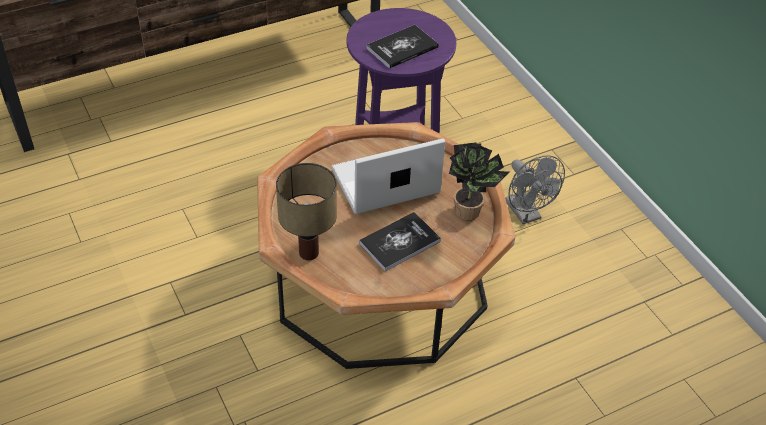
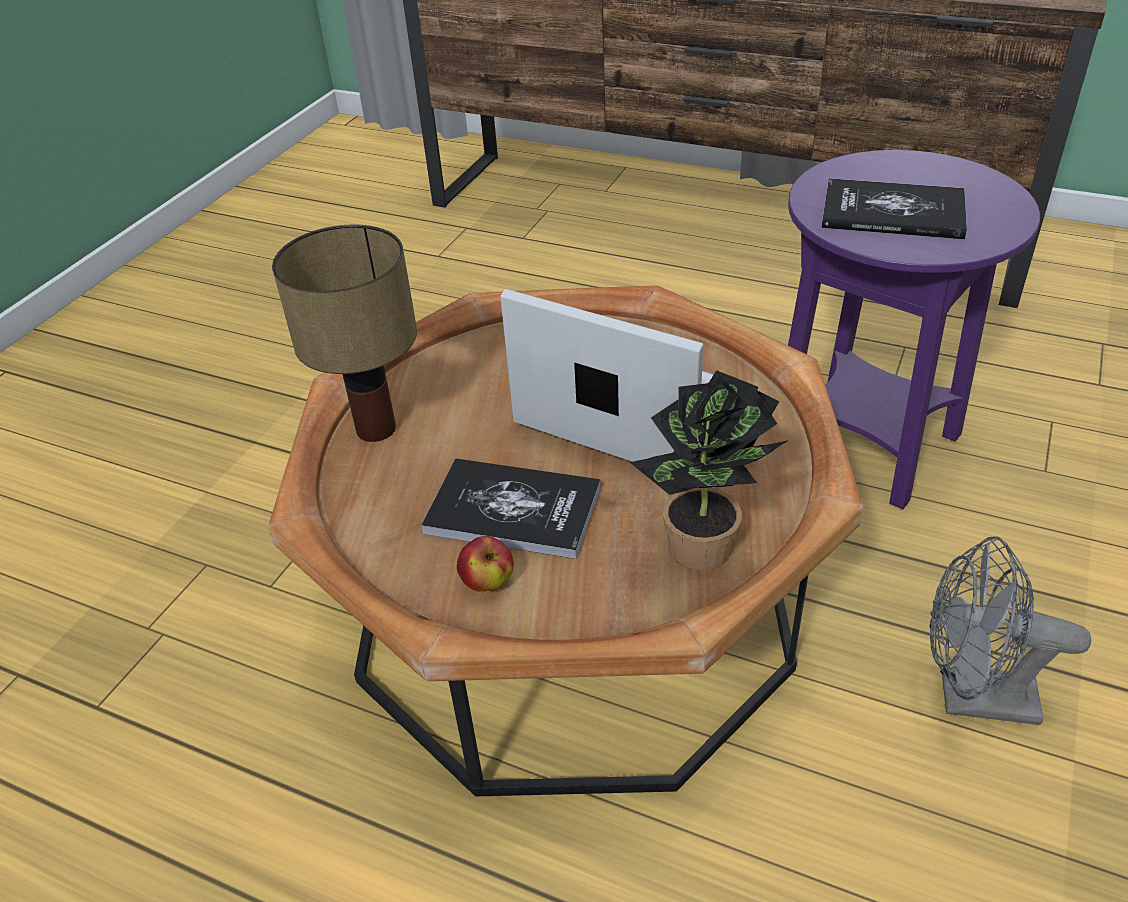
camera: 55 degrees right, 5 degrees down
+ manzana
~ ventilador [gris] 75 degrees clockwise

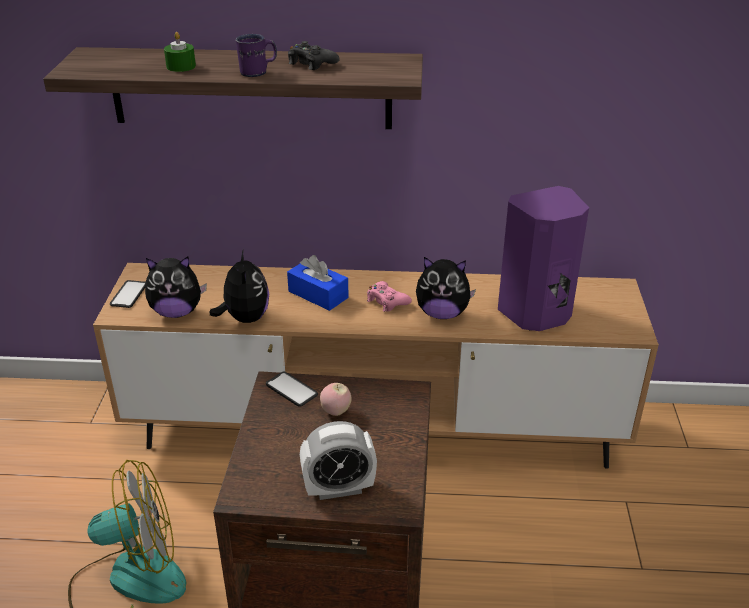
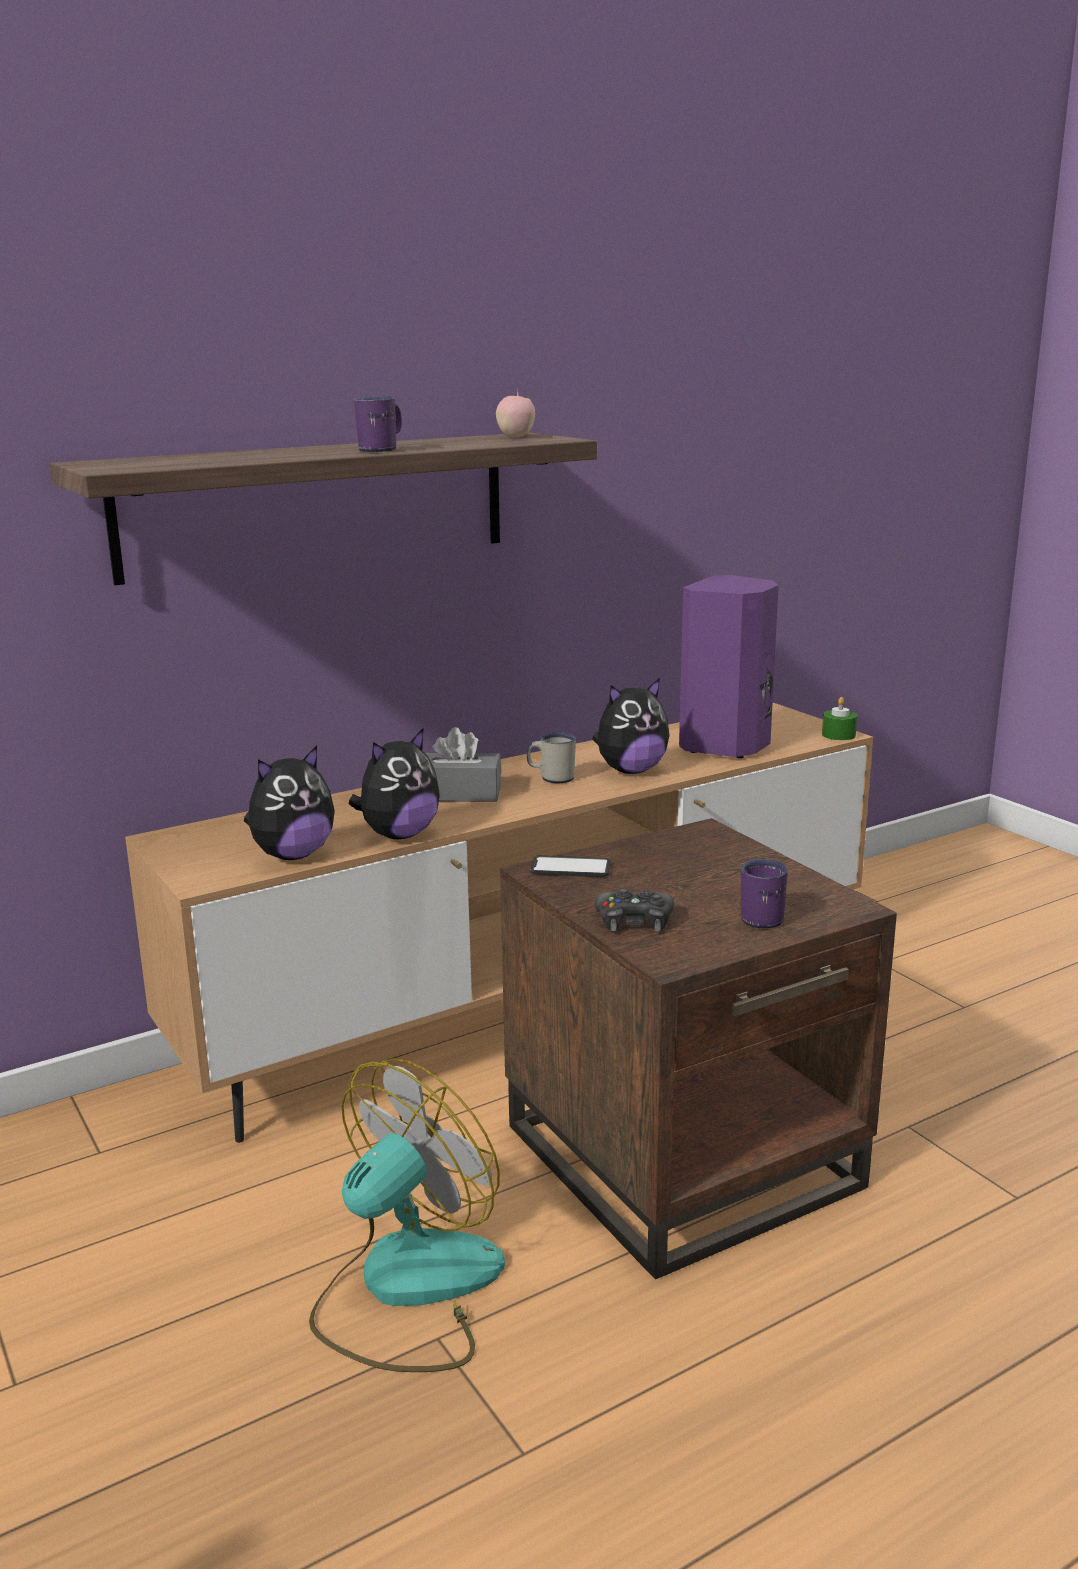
camera: 35 degrees left, 15 degrees down
- móvil (no. 1 from left)
~ vela [verde]
~ mando de consola [negro]
~ manzana
~ despertador to taza grande [morado] (no. 2 from left)
~ mando de consola [rosa] to taza grande [blanco]
~ caja de pañuelos [azul] to caja de pañuelos [gris]
~ peluche (no. 2 from left) 90 degrees clockwise

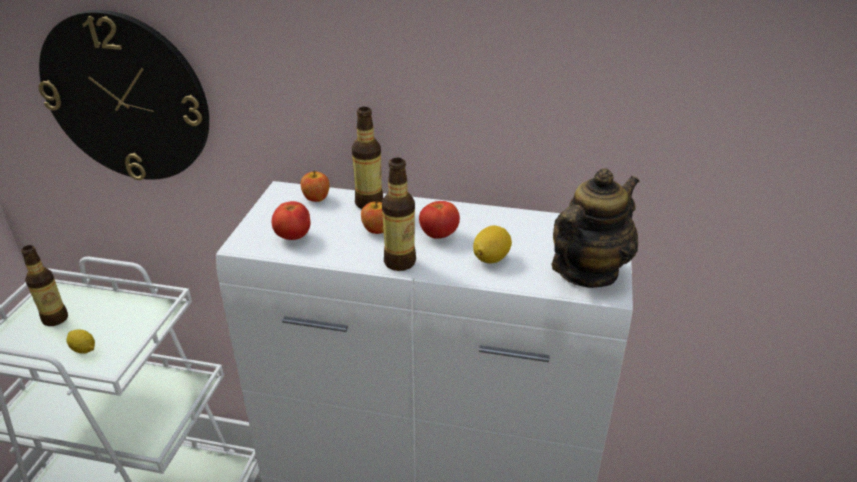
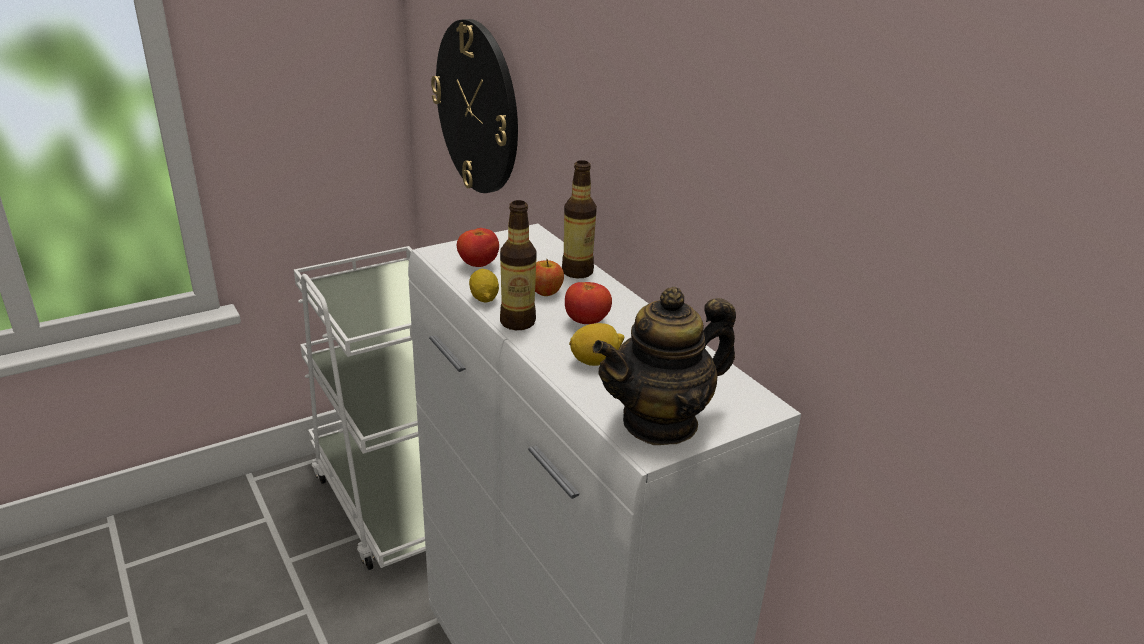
camera: 45 degrees right, 5 degrees down
- botella (no. 1 from left)
- manzana (no. 1 from left)
~ limón (no. 1 from left)
~ tetera 150 degrees clockwise

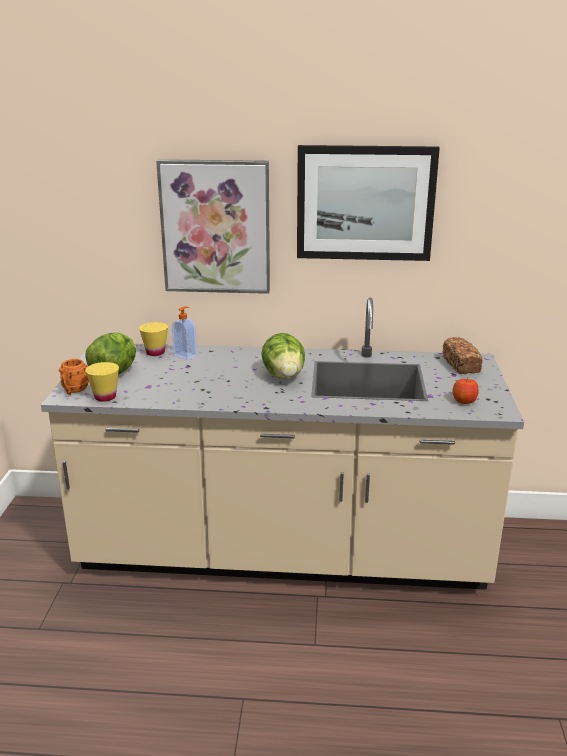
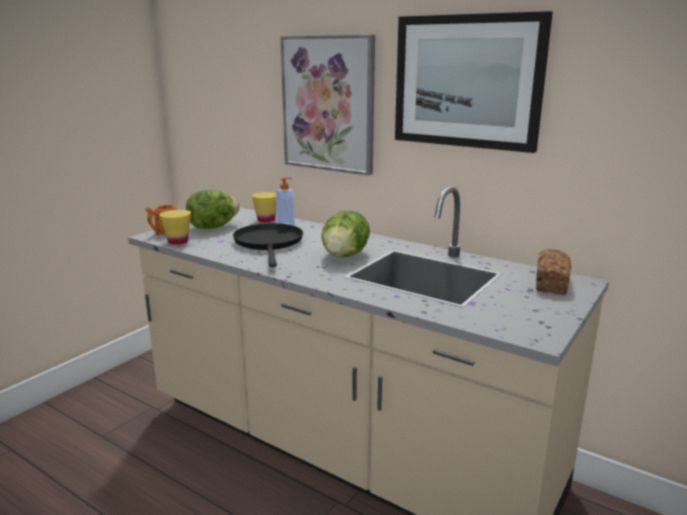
camera: 30 degrees right, 5 degrees down
- manzana
+ sartén [negro]

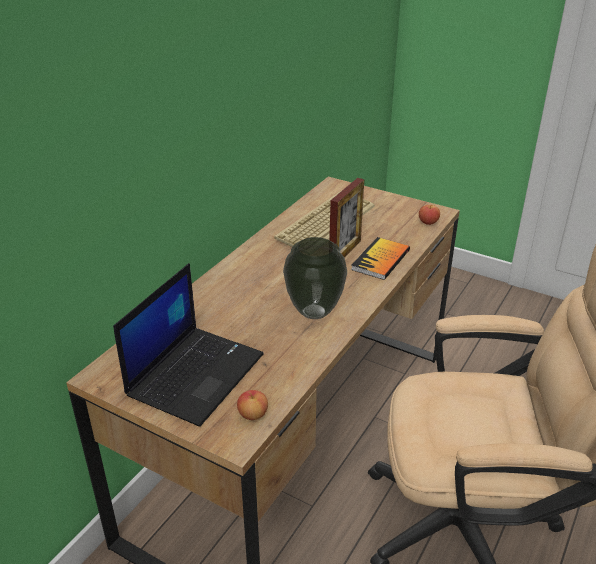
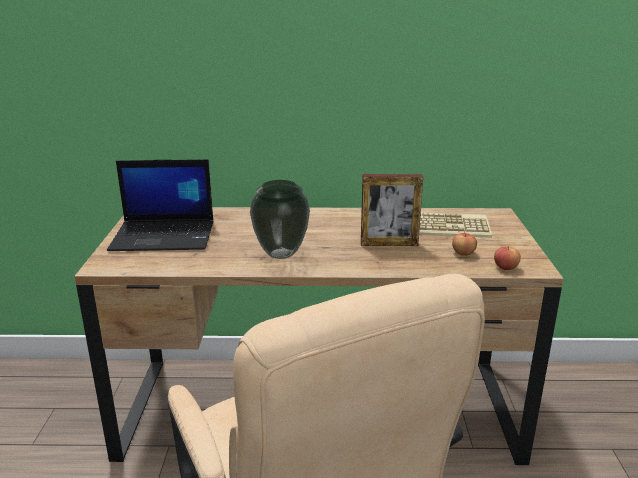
camera: 60 degrees right, 10 degrees down
- libro
~ manzana (no. 1 from left)

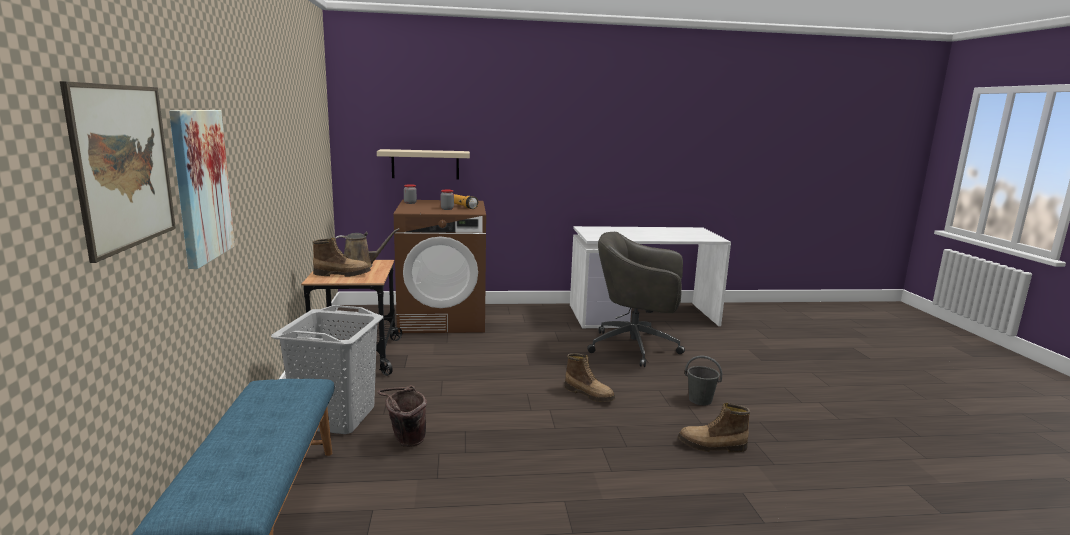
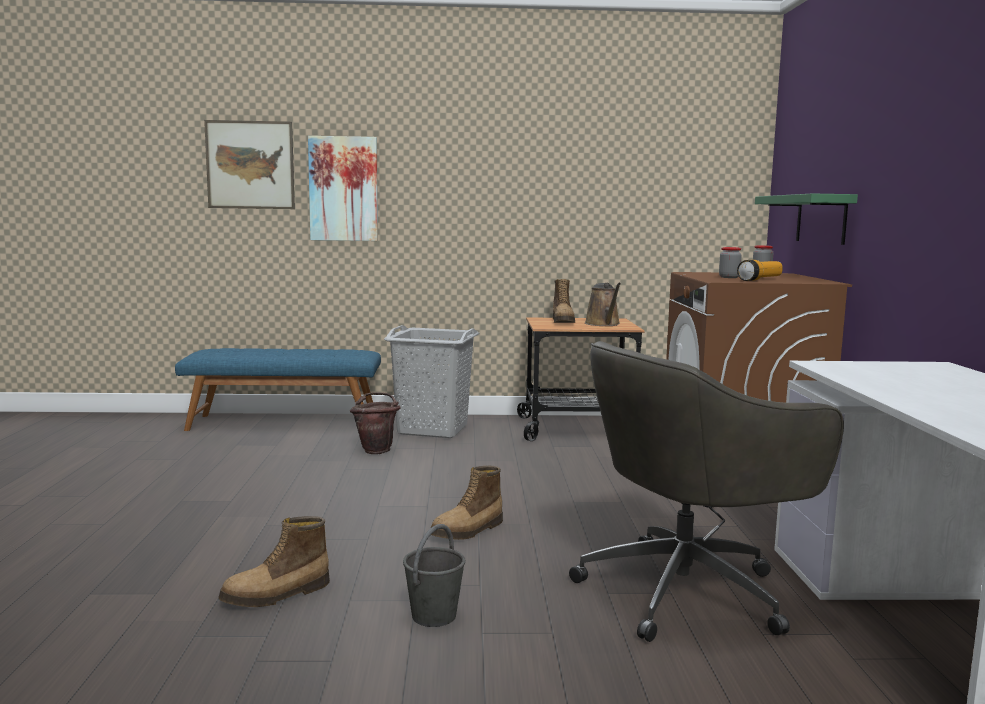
camera: 95 degrees right, 5 degrees down
~ estante [beis] to estante [verde]
~ silla de oficina [gris] 135 degrees counterclockwise
~ bota (no. 3 from left in the first image) 135 degrees counterclockwise

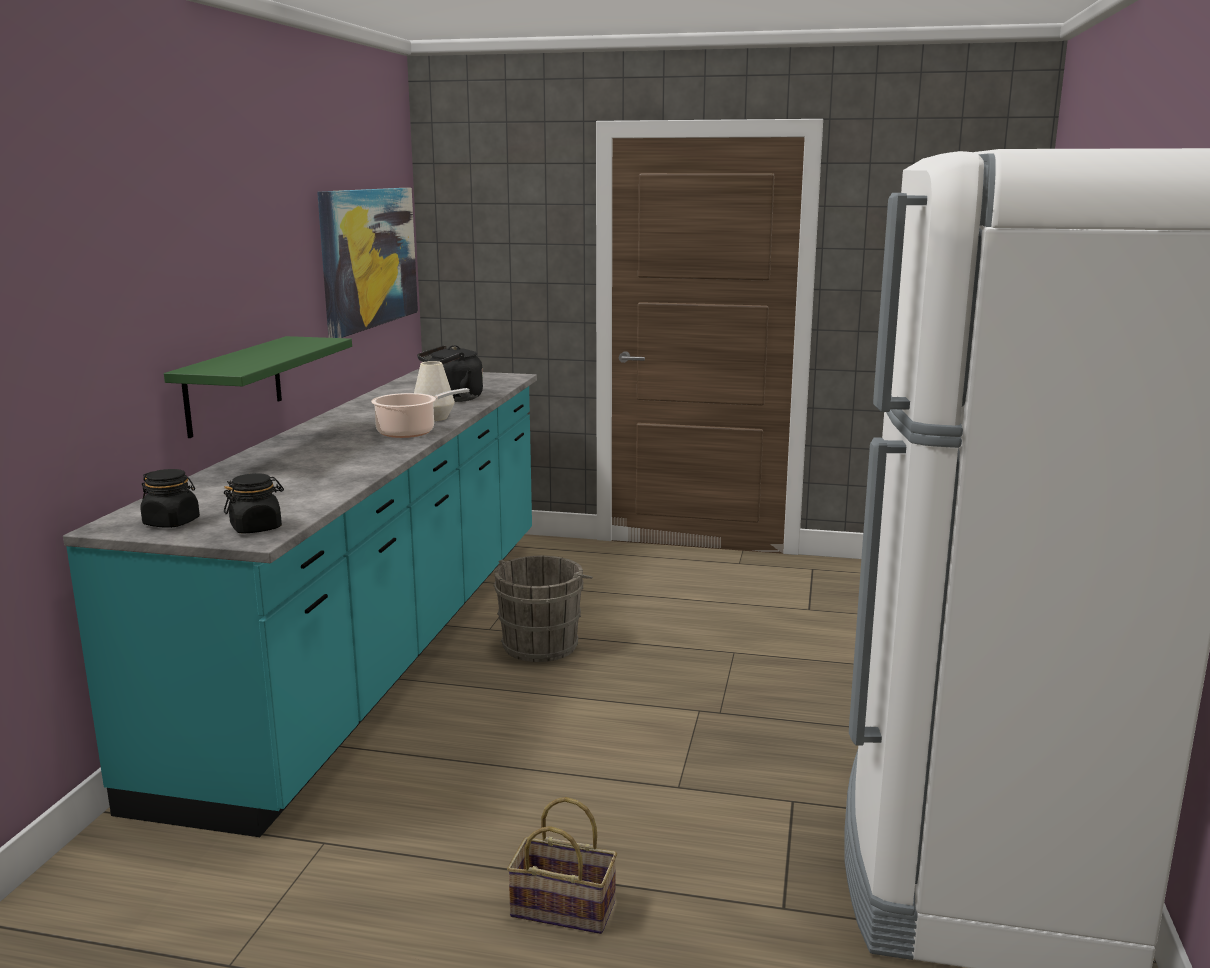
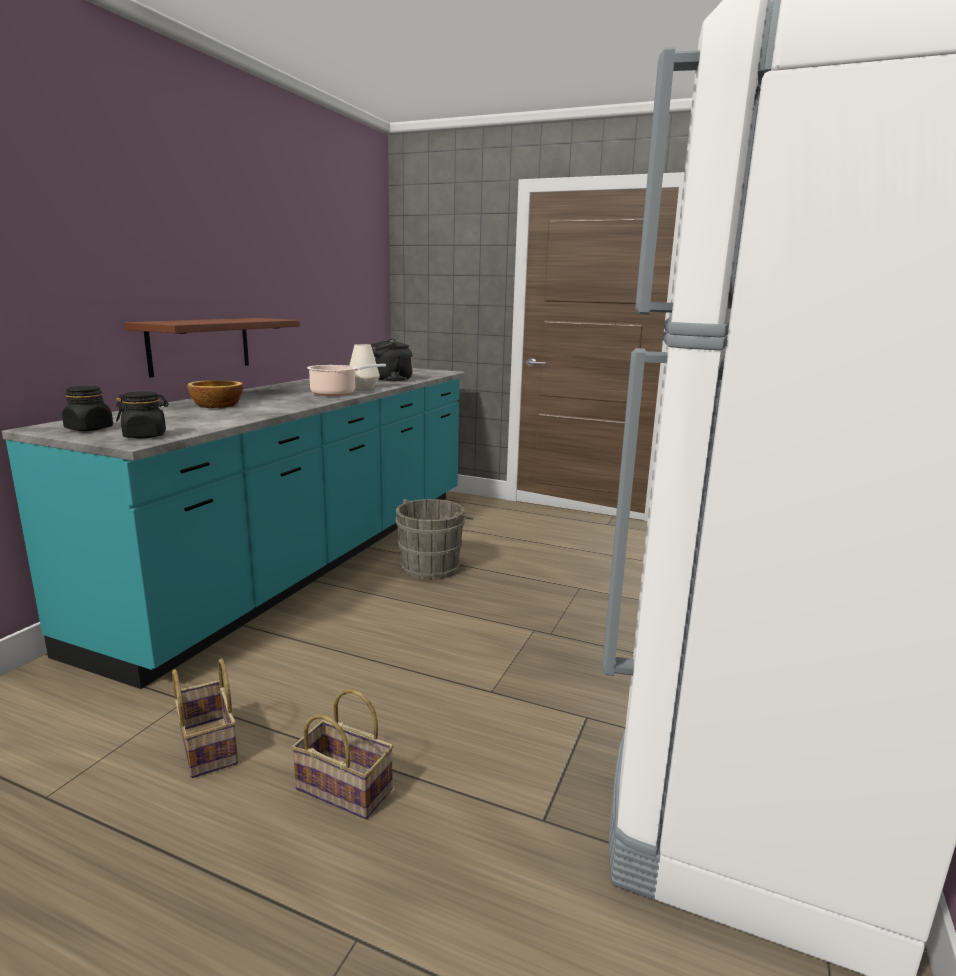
camera: 10 degrees right, 0 degrees up
- cuadro
+ cesta (no. 1 from left)
+ cuenco
~ estante [verde] to estante [marrón]

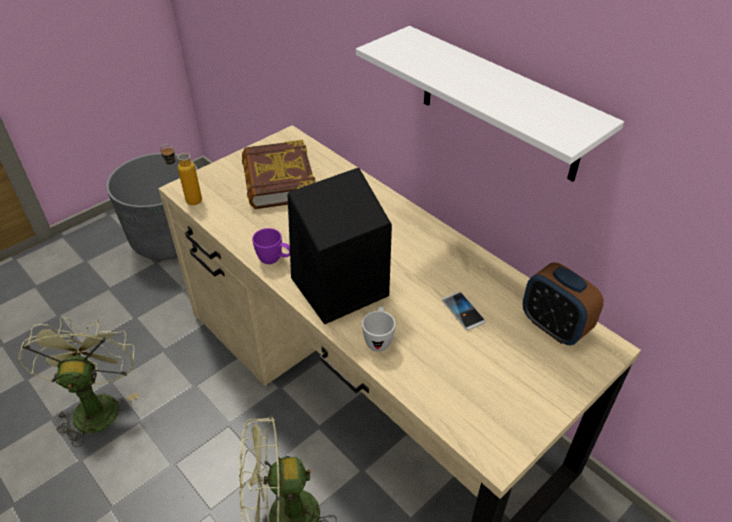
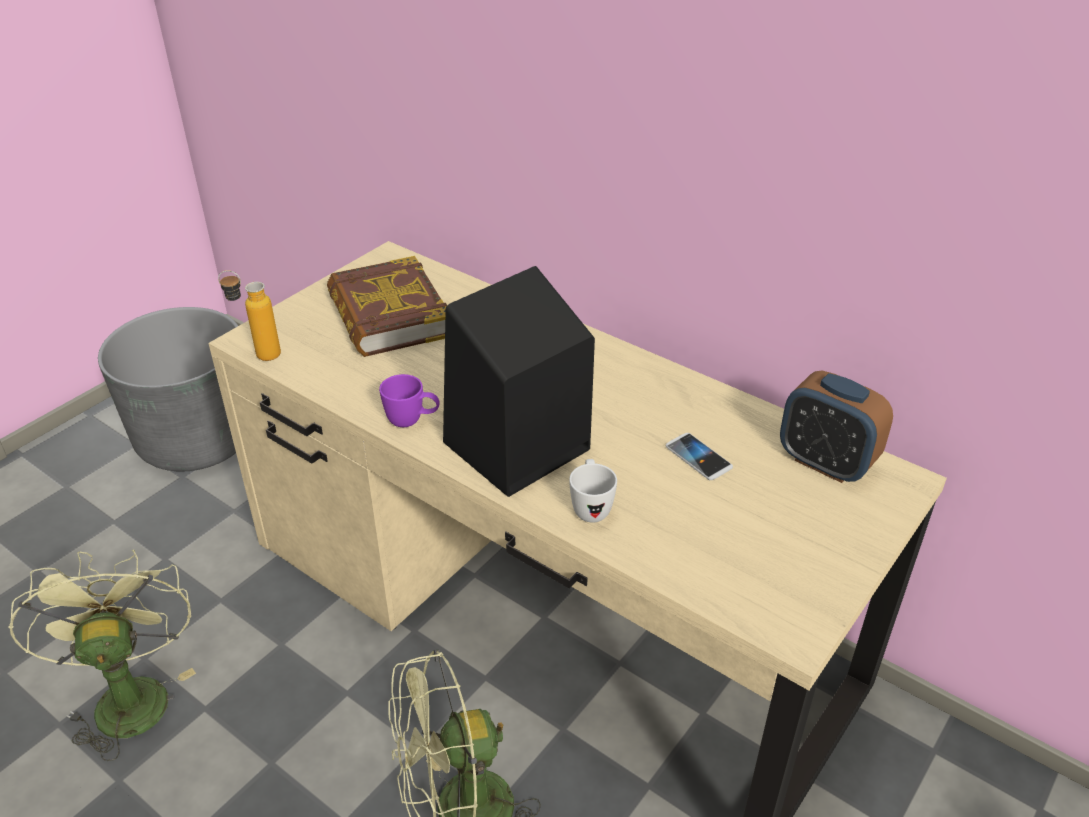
camera: 10 degrees left, 5 degrees down
- estante [blanco]

